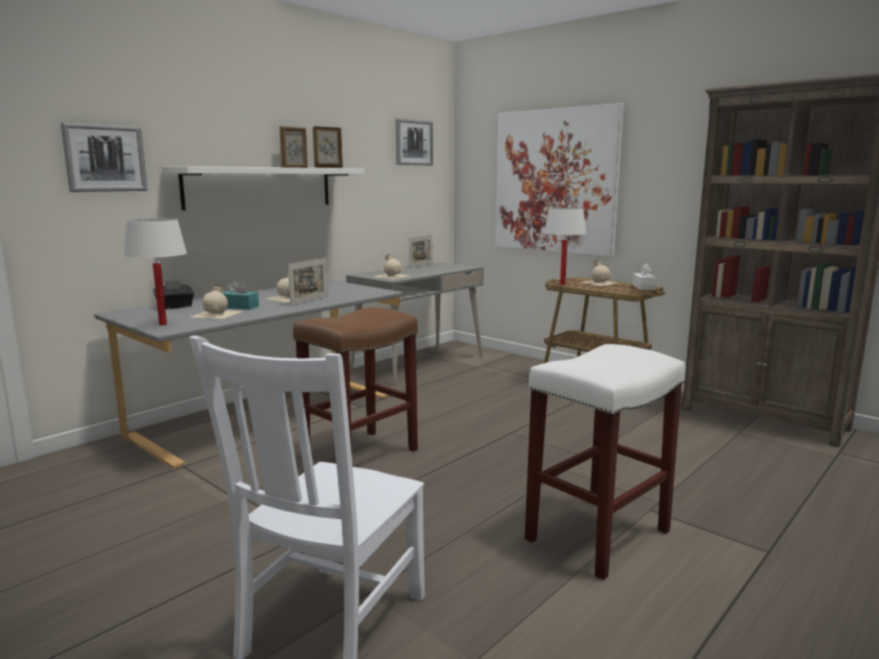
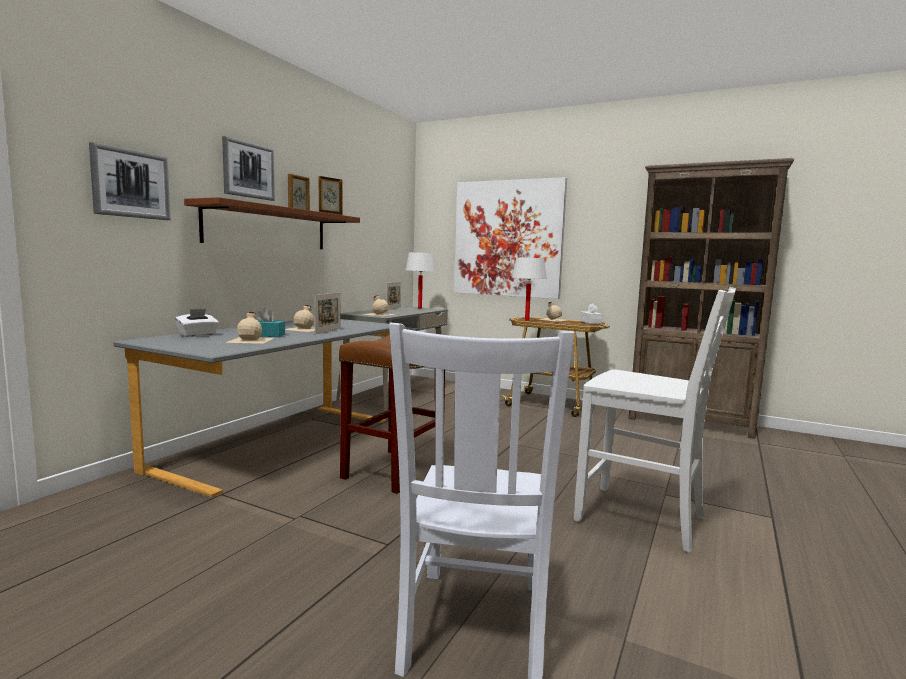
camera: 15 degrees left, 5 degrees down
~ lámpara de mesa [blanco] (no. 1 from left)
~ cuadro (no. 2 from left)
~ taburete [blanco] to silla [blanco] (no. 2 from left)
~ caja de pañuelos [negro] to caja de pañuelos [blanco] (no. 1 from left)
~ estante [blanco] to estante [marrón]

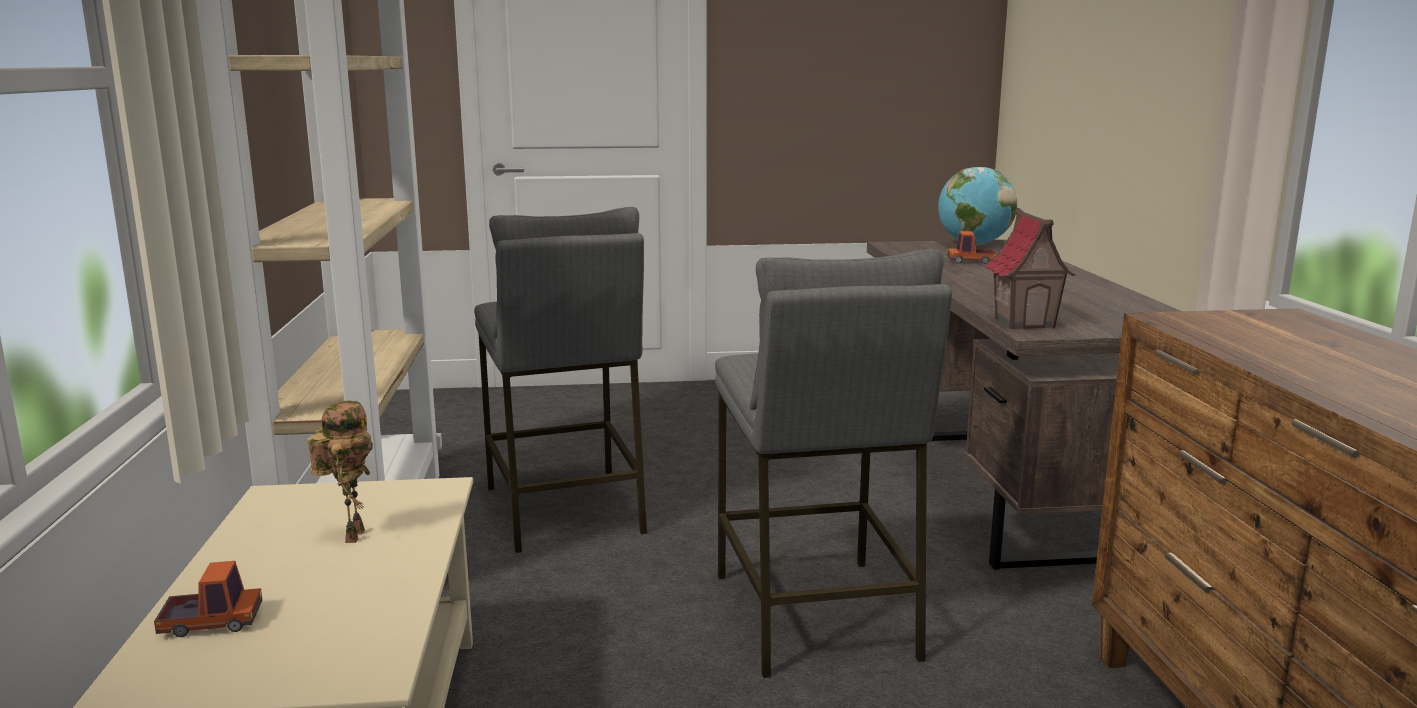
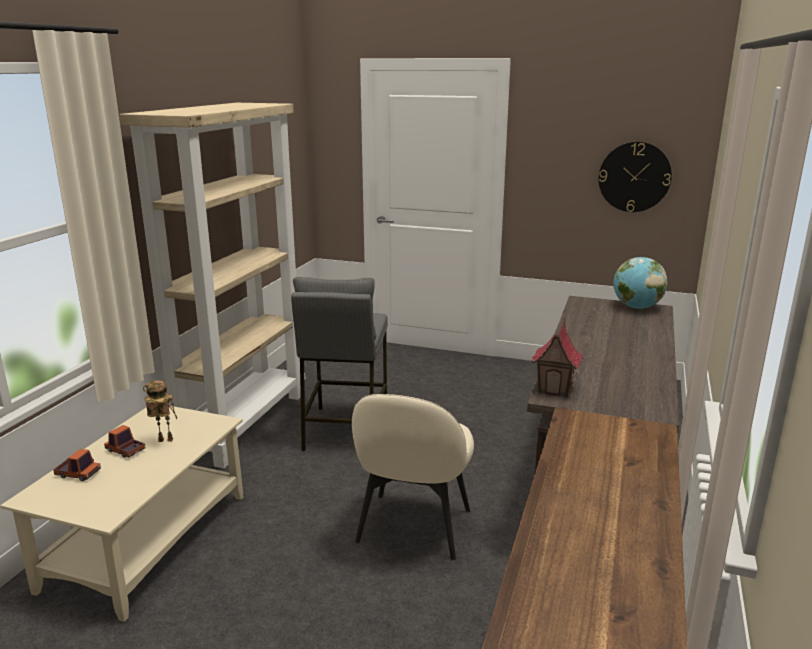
camera: 25 degrees right, 5 degrees up
+ reloj de pared
~ camión de juguete (no. 2 from left)
~ taburete [gris] (no. 2 from left) to silla [beis]
~ robot de juguete 120 degrees counterclockwise

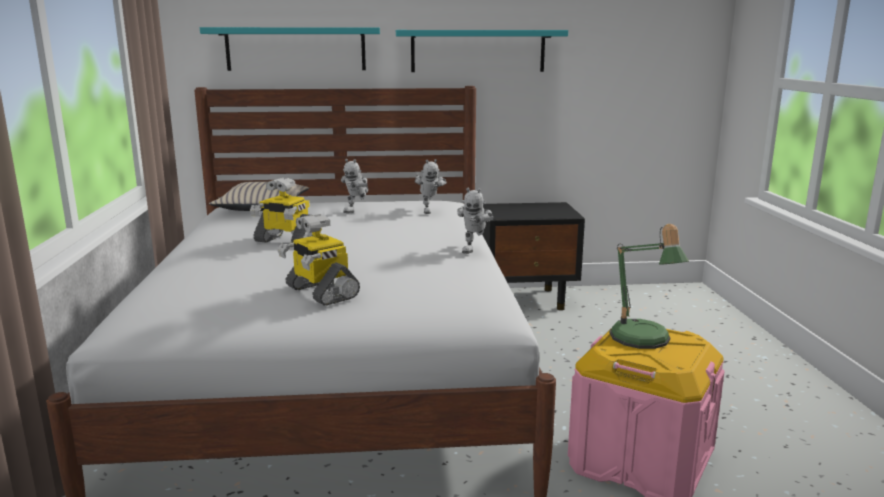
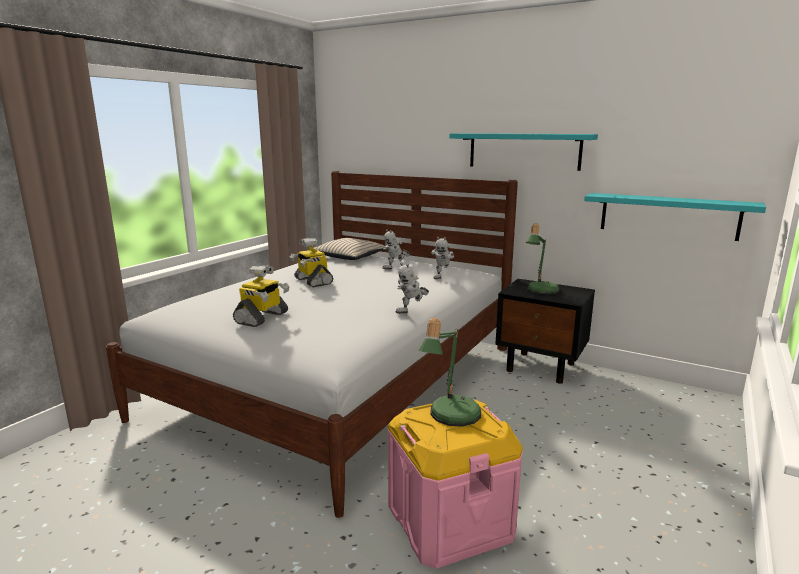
camera: 35 degrees right, 0 degrees up
+ lámpara de mesa (no. 2 from left)
~ estante [turquesa] (no. 1 from left in the first image) to estante [turquesa] (no. 2 from left)
~ robot de juguete (no. 2 from left in the first image) 150 degrees counterclockwise

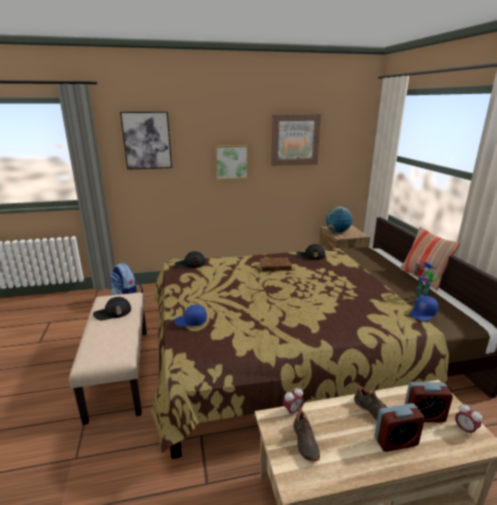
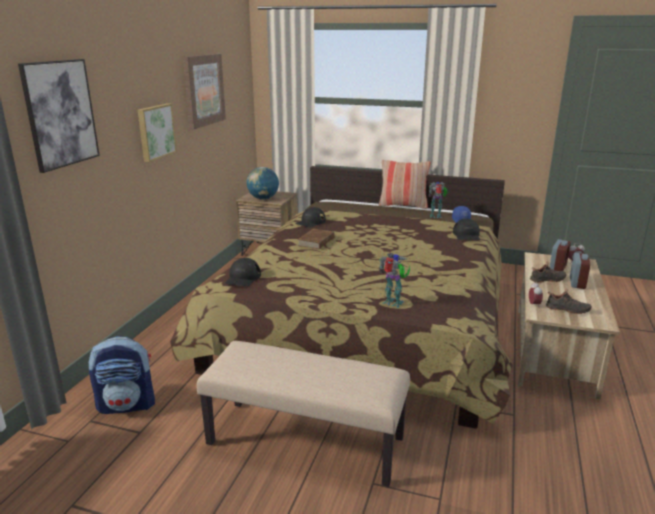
camera: 60 degrees left, 0 degrees up
~ gorra [negro] (no. 1 from left in the first image) to gorra [negro] (no. 3 from left)
~ gorra [azul] (no. 1 from left) to robot de juguete (no. 1 from left)

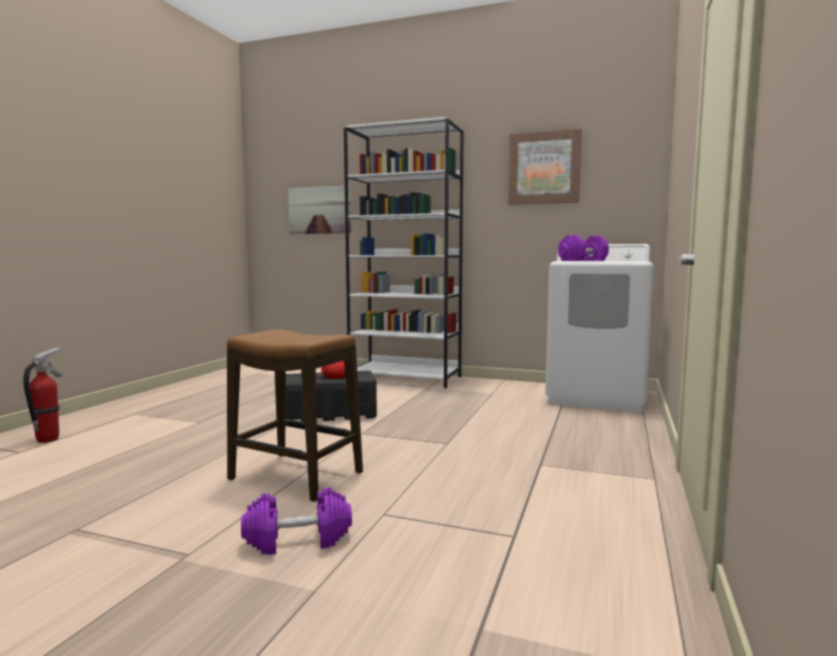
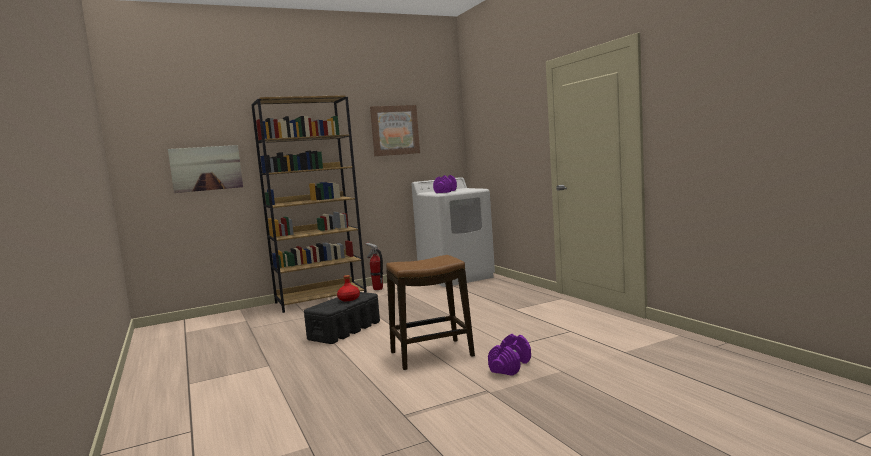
camera: 45 degrees left, 0 degrees up
~ extintor
~ estantería [blanco] to estantería [marrón]

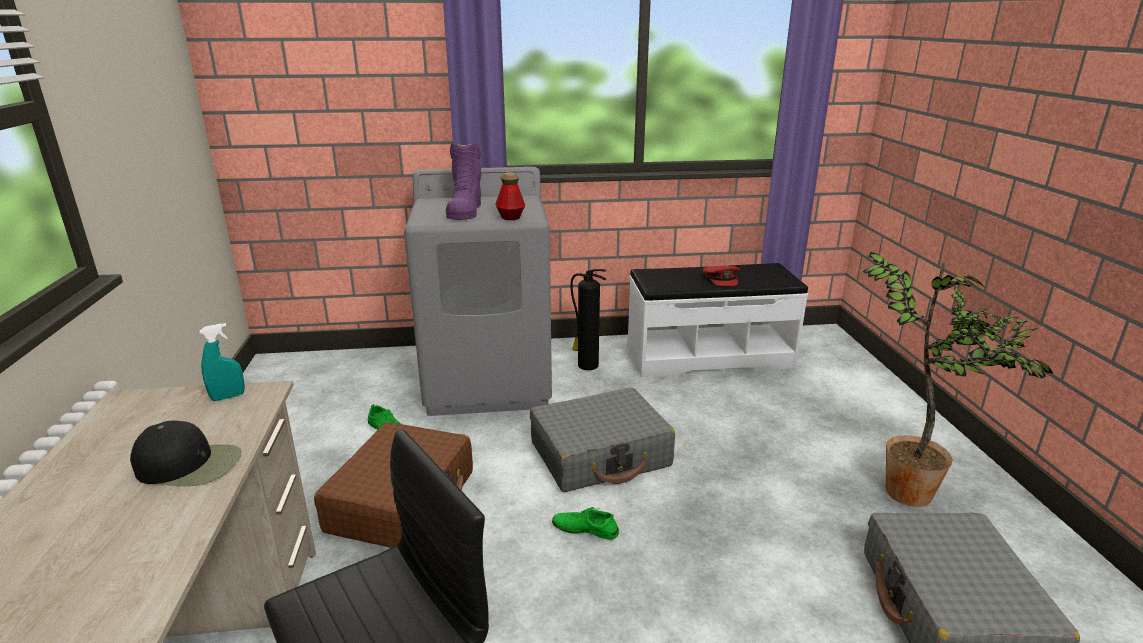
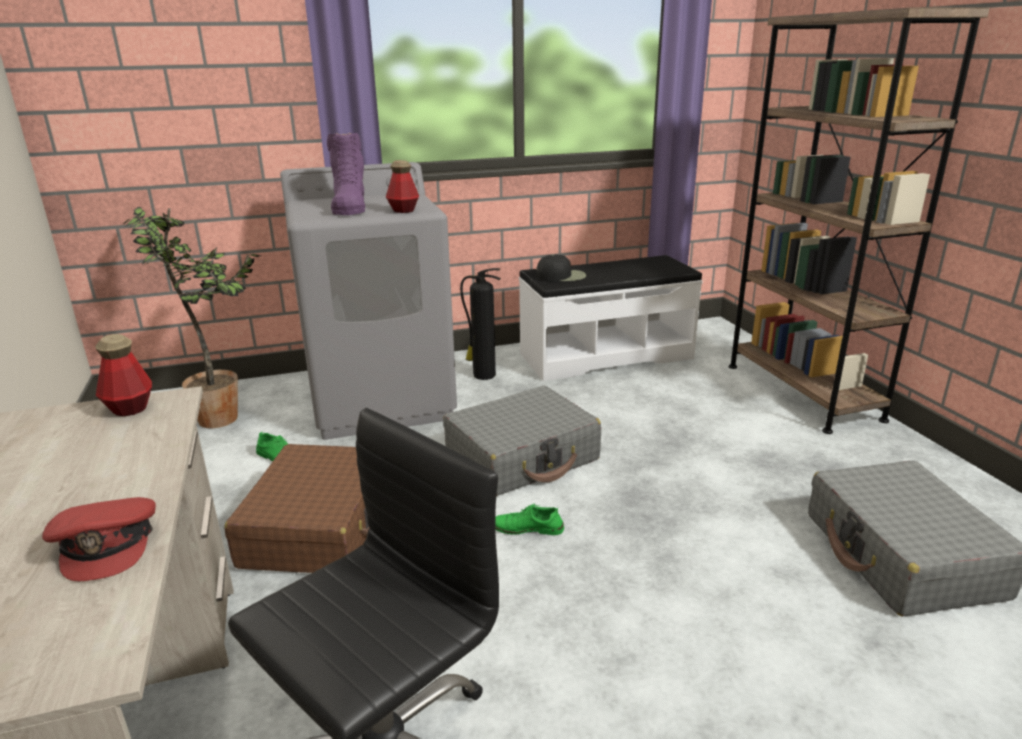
camera: 10 degrees left, 0 degrees up
+ estantería [marrón]
~ gorra [negro]
~ gorra [rojo]
~ planta en maceta
~ pulverizador [turquesa] to botella (no. 1 from left)

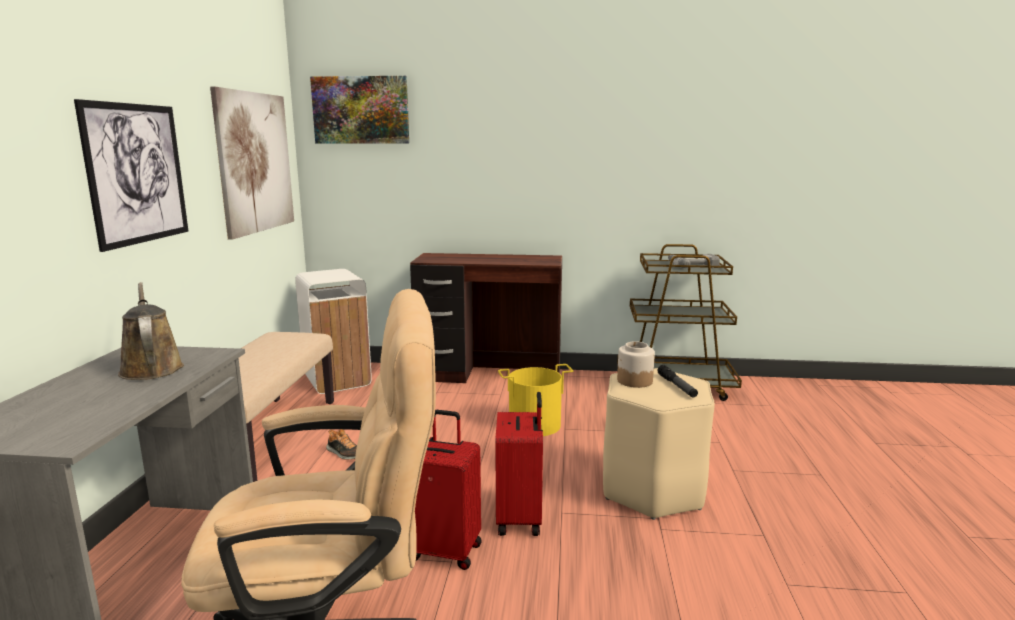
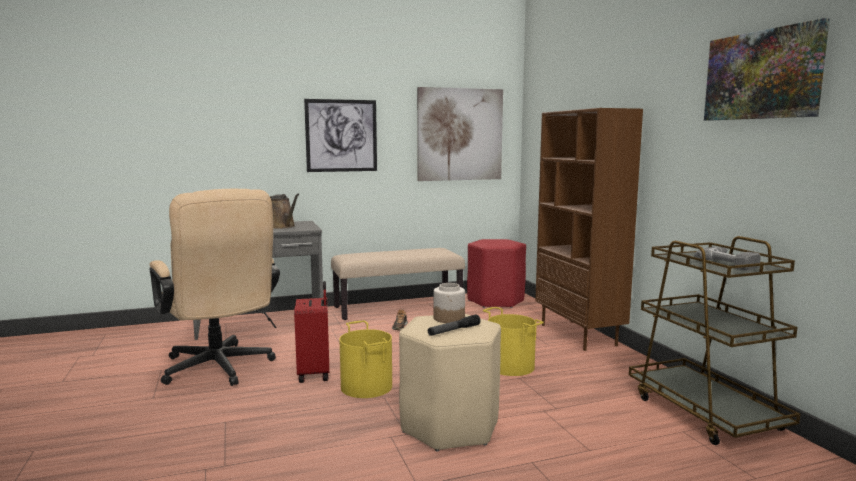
camera: 65 degrees right, 5 degrees down
~ cuadro (no. 3 from left)
~ papelera [blanco] to taburete [rojo]
~ escritorio [marrón] to estantería [marrón]
~ maleta [rojo] (no. 2 from left) to cubo [amarillo] (no. 1 from left)
~ regadera [marrón] 105 degrees clockwise

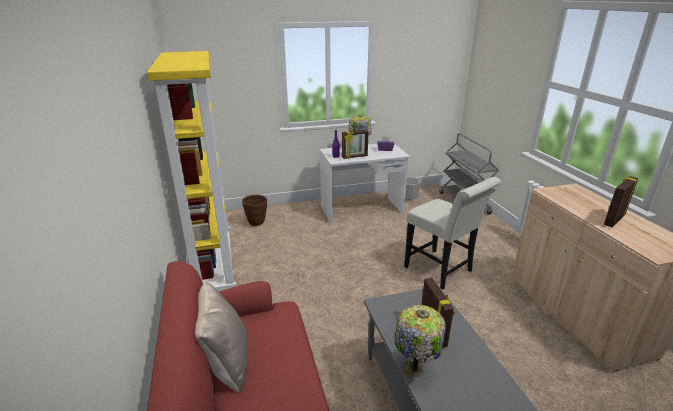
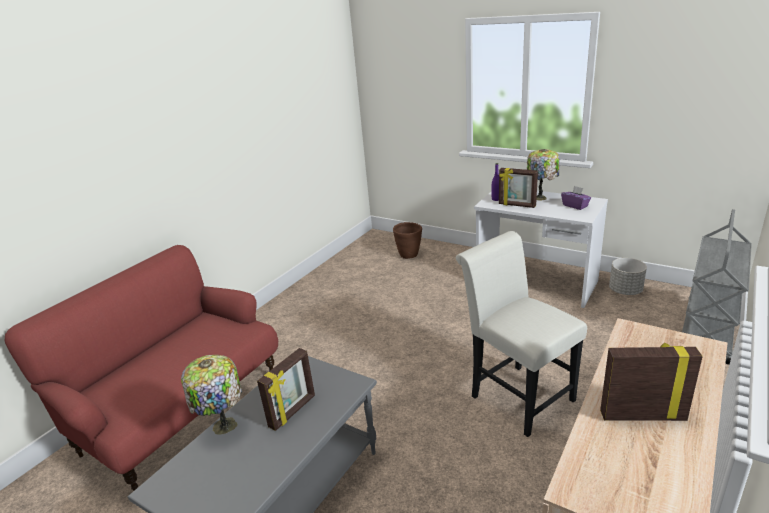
camera: 50 degrees right, 0 degrees up
- estantería [amarillo]
- cojín [beis]
~ silla [blanco] 135 degrees clockwise

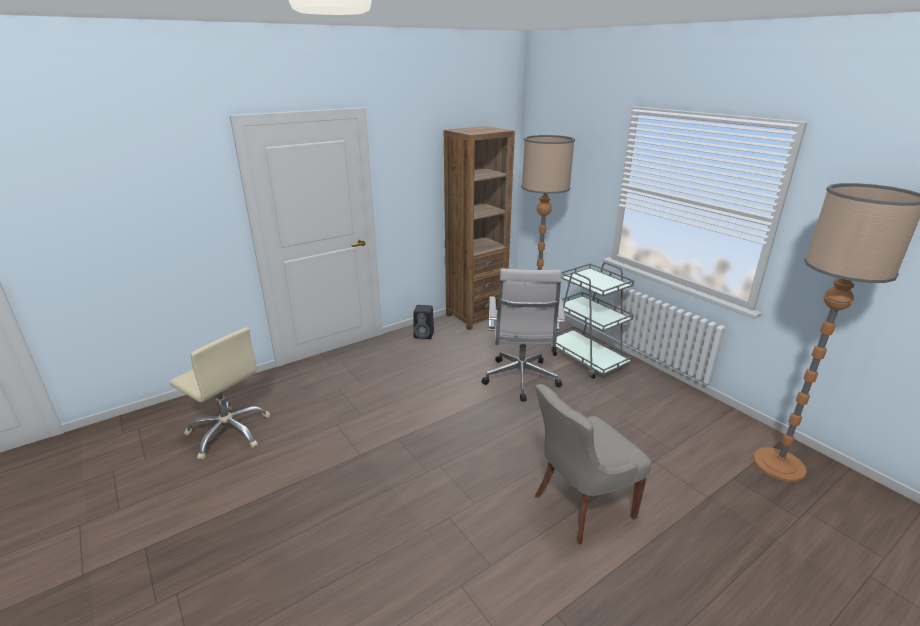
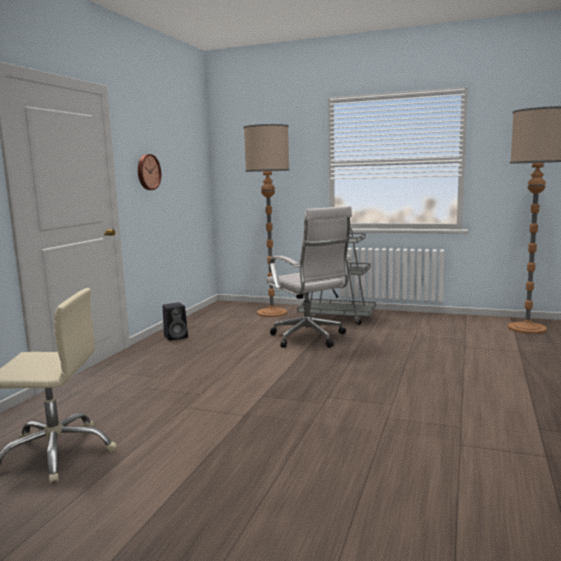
camera: 35 degrees left, 15 degrees down
- estantería [marrón]
- silla [gris]
+ reloj de pared

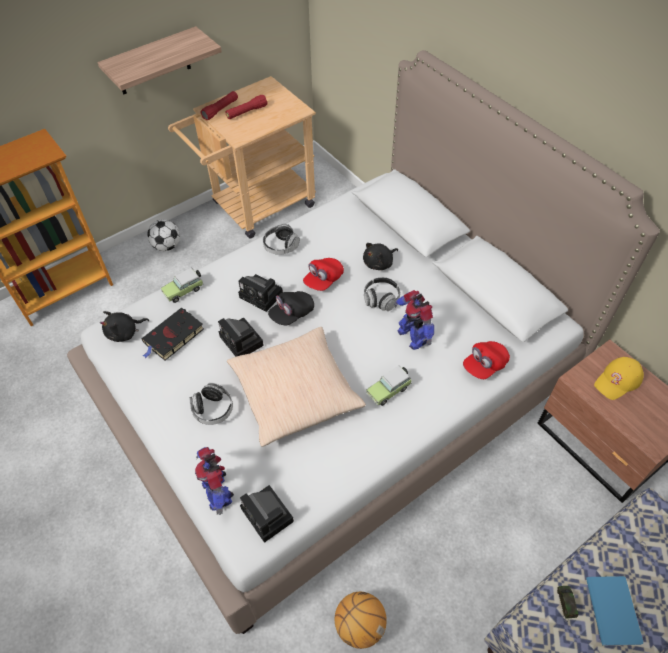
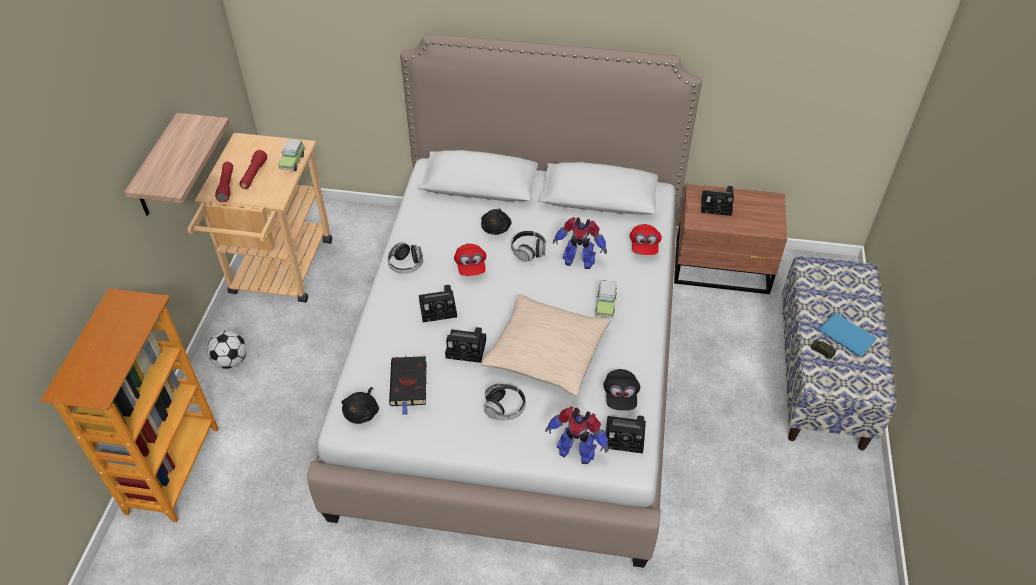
camera: 45 degrees left, 5 degrees down
- balón de baloncesto
~ coche de juguete (no. 1 from left)
~ gorra [negro]
~ gorra [amarillo] to cámara (no. 4 from left)

